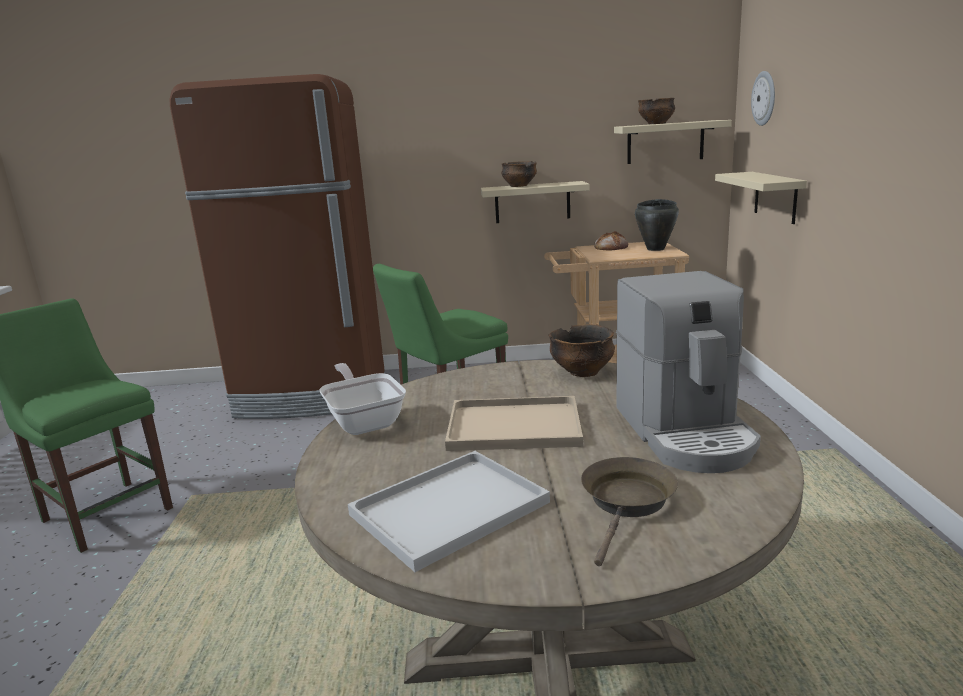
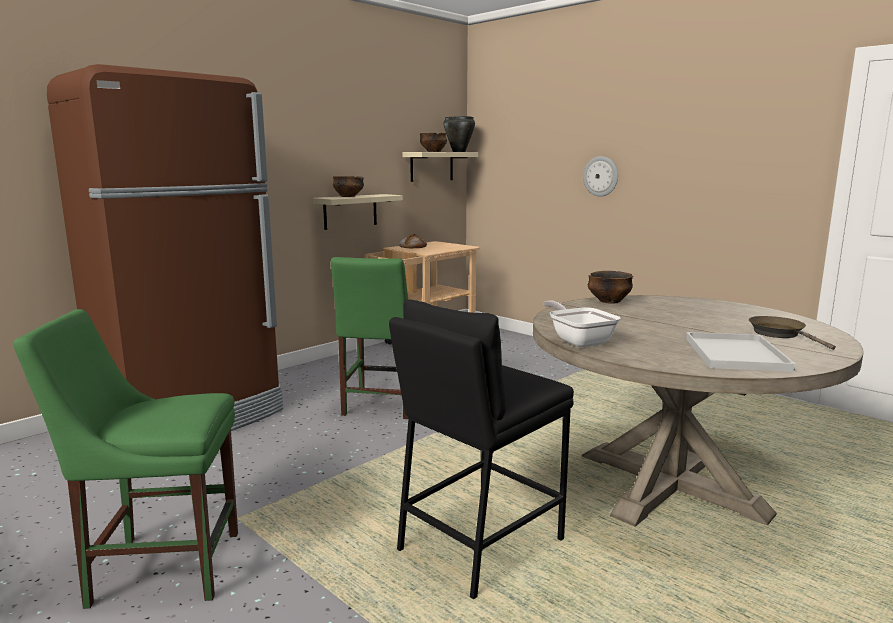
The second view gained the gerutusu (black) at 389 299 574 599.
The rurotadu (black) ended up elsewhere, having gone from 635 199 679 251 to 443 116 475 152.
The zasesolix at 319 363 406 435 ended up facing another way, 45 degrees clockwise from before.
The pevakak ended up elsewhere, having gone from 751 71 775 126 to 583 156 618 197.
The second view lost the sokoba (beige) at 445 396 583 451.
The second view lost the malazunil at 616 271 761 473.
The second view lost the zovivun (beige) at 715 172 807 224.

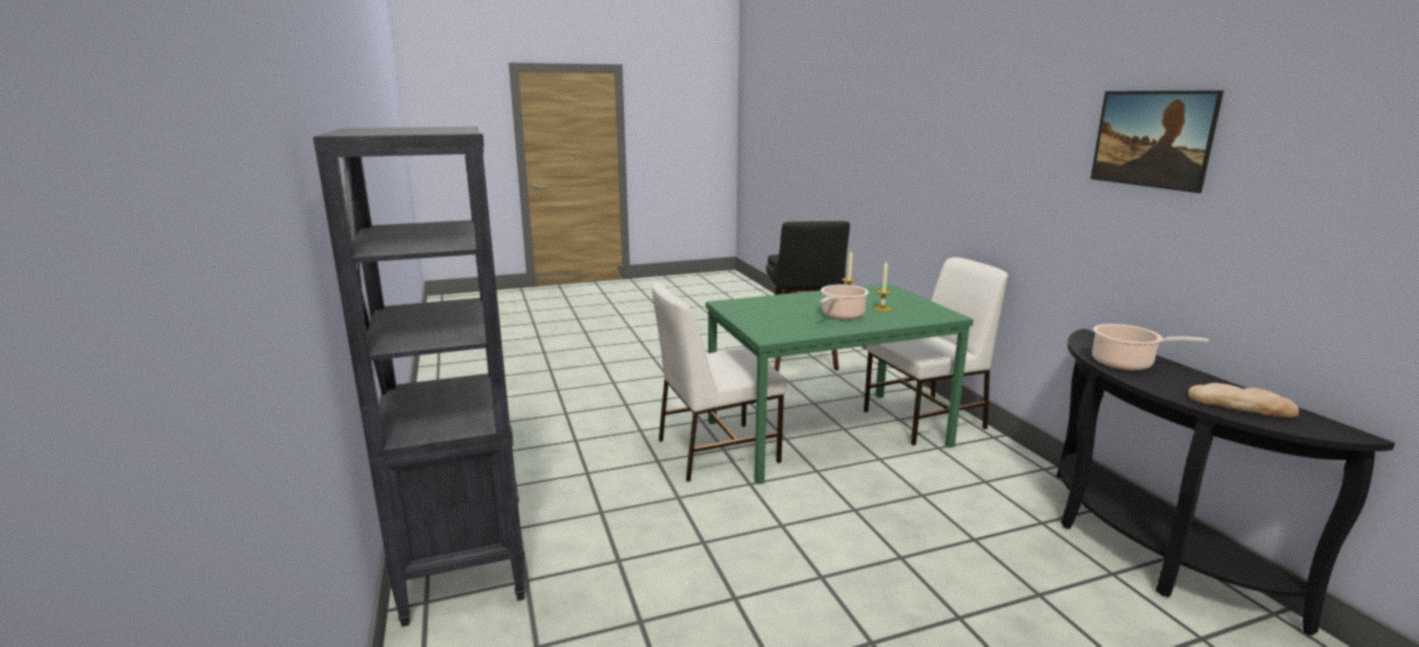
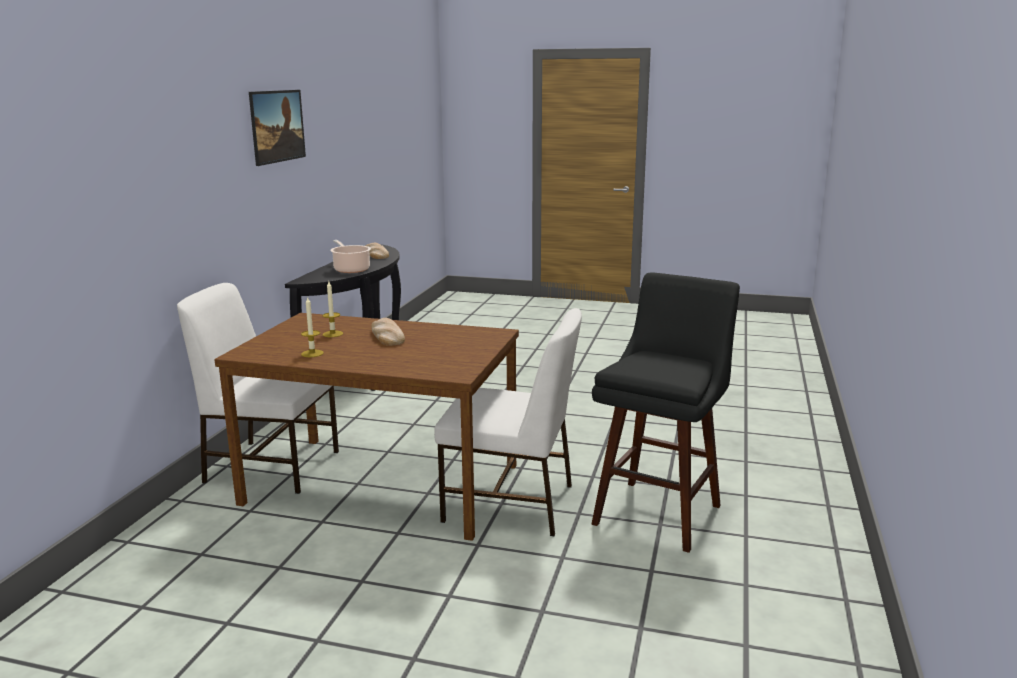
What was the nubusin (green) at 706 284 974 485 turned into the nubusin (brown) at 214 313 519 541.
Where the rurotadu stood at 820 285 869 320, the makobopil came to stand at 372 318 405 346.
The gerutusu (black) ended up elsewhere, having gone from 766 221 850 372 to 591 273 740 553.
The second view lost the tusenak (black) at 313 126 526 627.

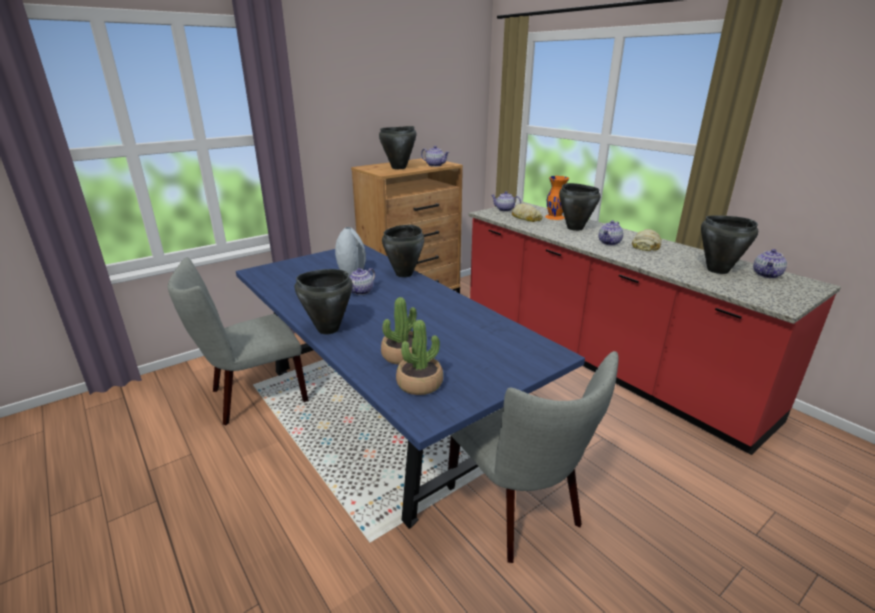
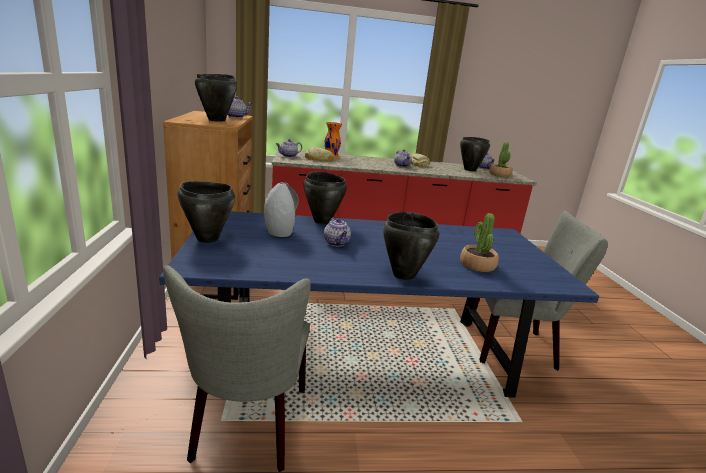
The rurotadu (black) ended up elsewhere, having gone from 559 183 601 231 to 178 181 235 243.
The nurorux ended up elsewhere, having gone from 396 320 443 395 to 489 142 513 177.

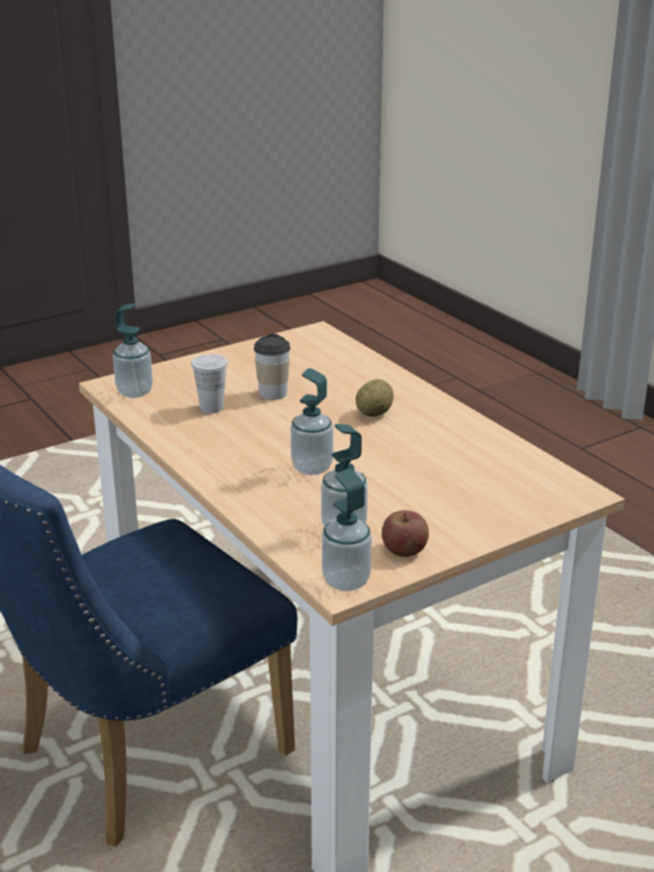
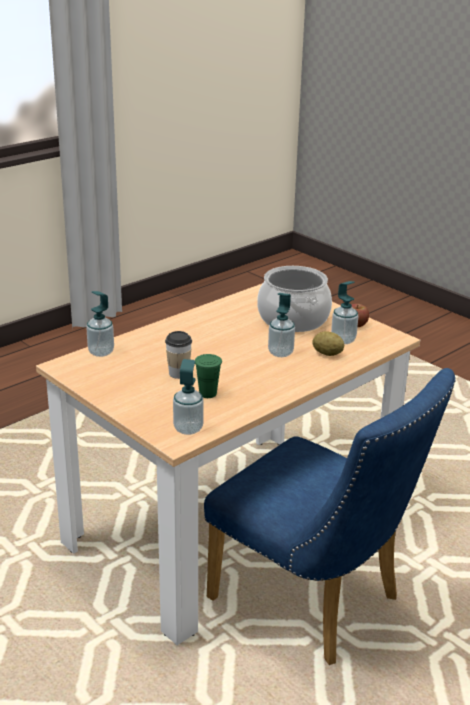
The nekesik ended up elsewhere, having gone from 322 469 372 591 to 86 291 114 357.
What was the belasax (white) at 191 354 228 413 turned into the belasax (green) at 195 354 222 398.
The second view gained the rurotadu at 257 266 332 332.
The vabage ended up elsewhere, having gone from 356 379 394 417 to 312 331 344 356.

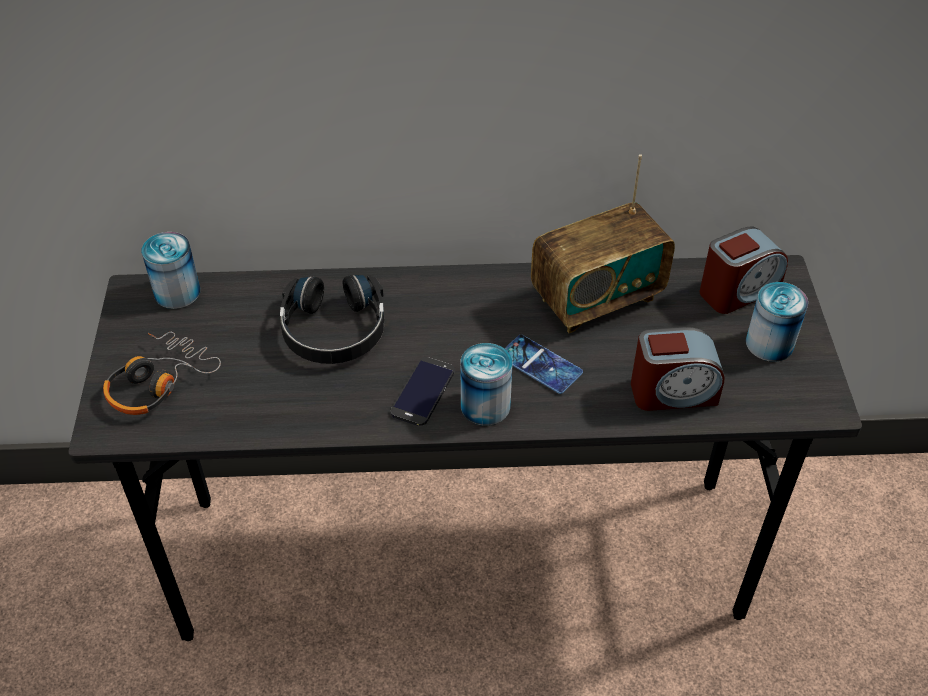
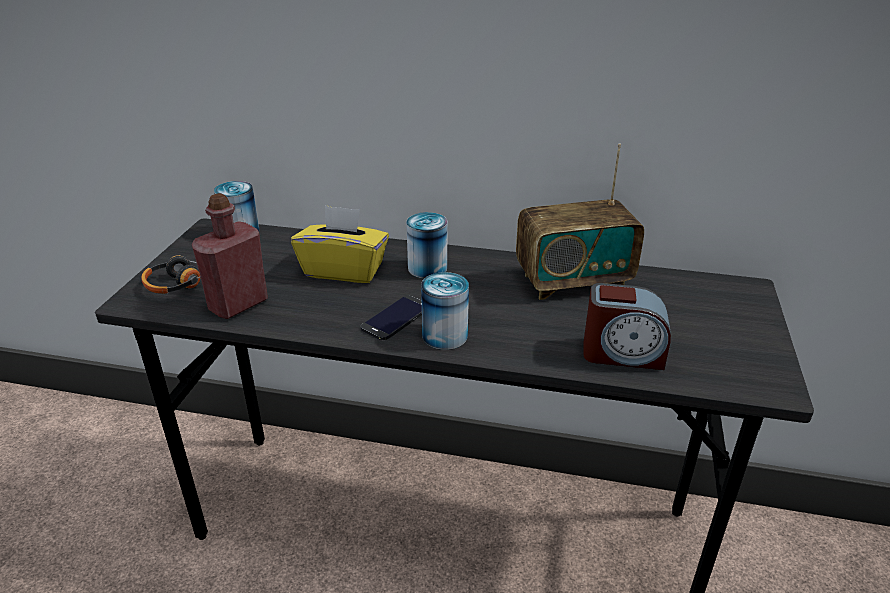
The second view gained the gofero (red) at 192 193 268 319.
Where the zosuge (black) stood at 280 275 384 364, the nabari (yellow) came to stand at 291 205 389 283.
The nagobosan ended up elsewhere, having gone from 746 282 808 362 to 406 212 447 279.
The second view lost the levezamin at 504 335 583 394.
The second view lost the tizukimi at 700 227 788 314.

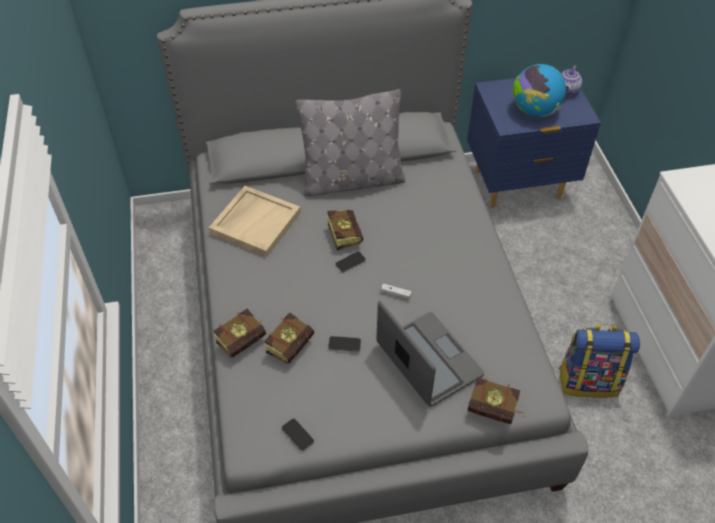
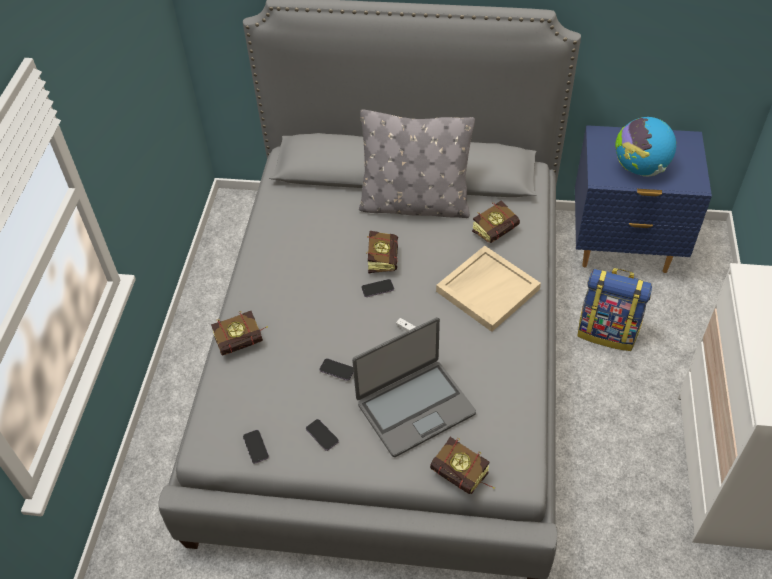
The second view gained the levezamin at 306 419 339 451.
The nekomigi at 376 301 484 407 ended up facing another way, 75 degrees clockwise from before.
The sokoba (beige) ended up elsewhere, having gone from 209 186 301 257 to 436 246 541 332.
The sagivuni ended up elsewhere, having gone from 265 313 314 363 to 472 200 520 243.
The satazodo ended up elsewhere, having gone from 559 324 640 398 to 577 268 652 351.
The second view lost the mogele at 561 65 582 96.

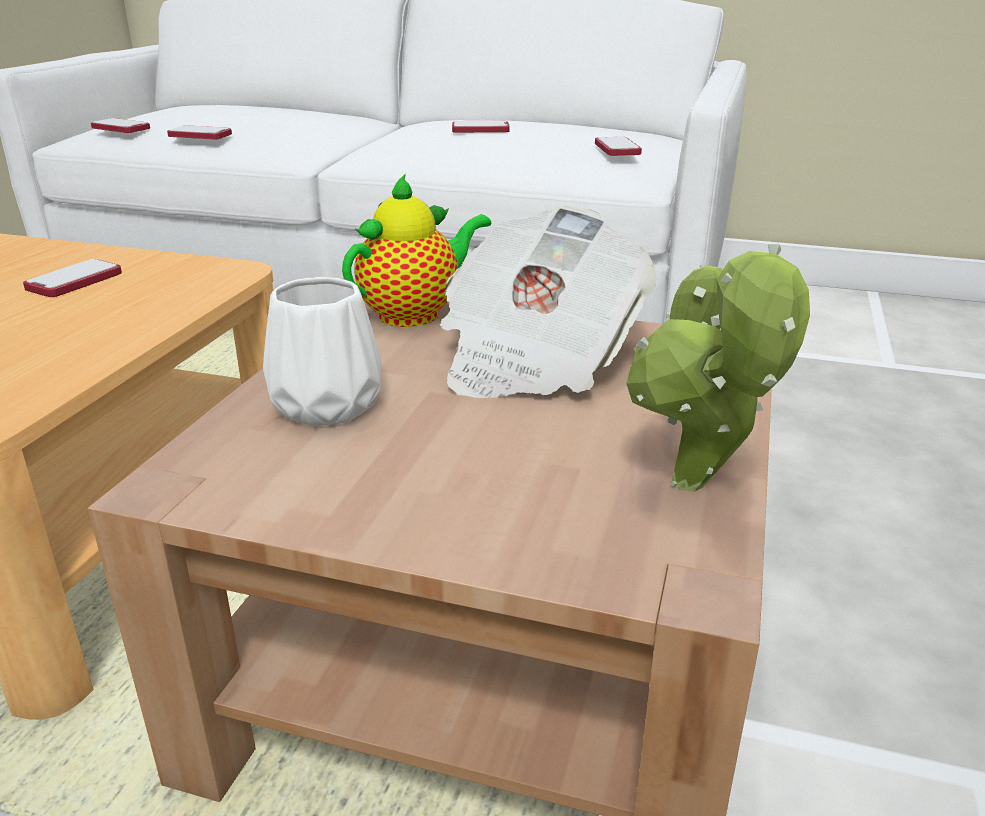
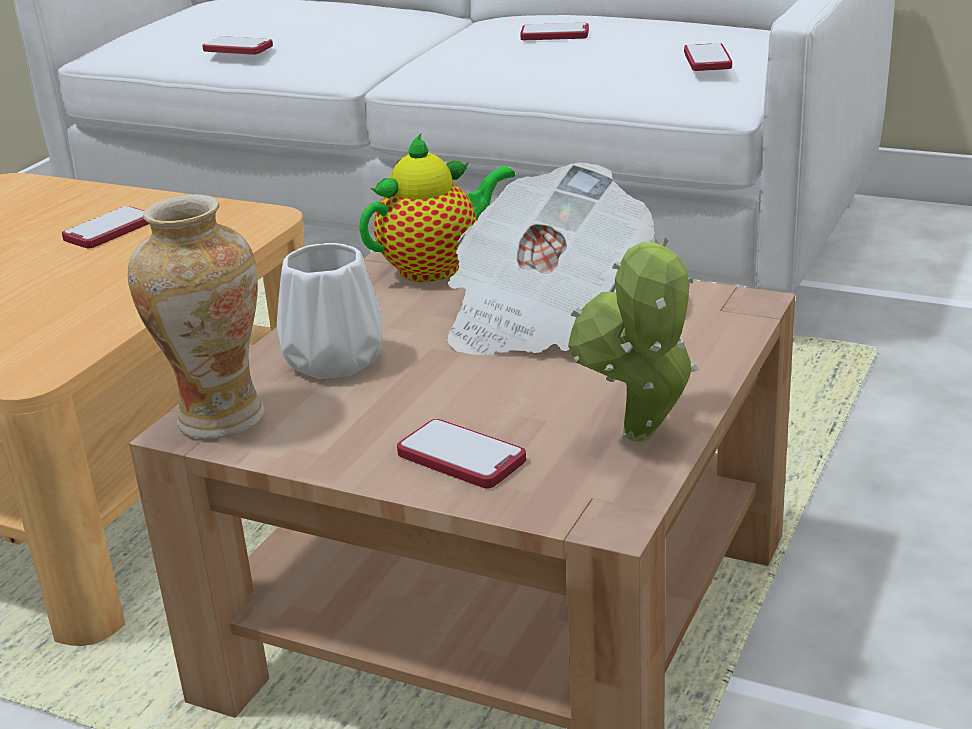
The second view gained the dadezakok at 128 194 264 439.
The levezamin ended up elsewhere, having gone from 91 118 150 133 to 397 419 526 488.

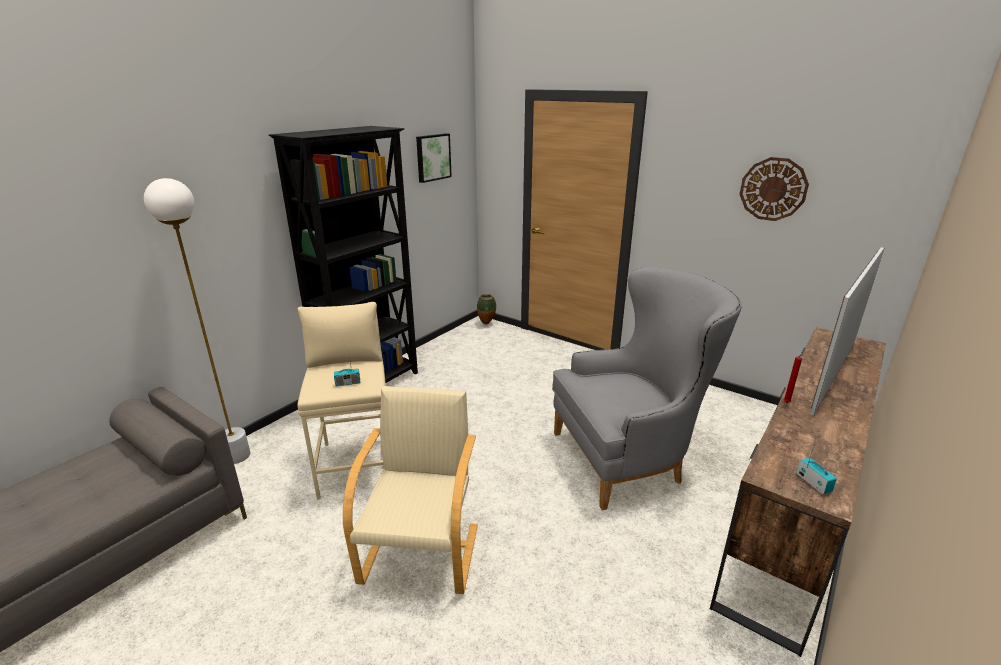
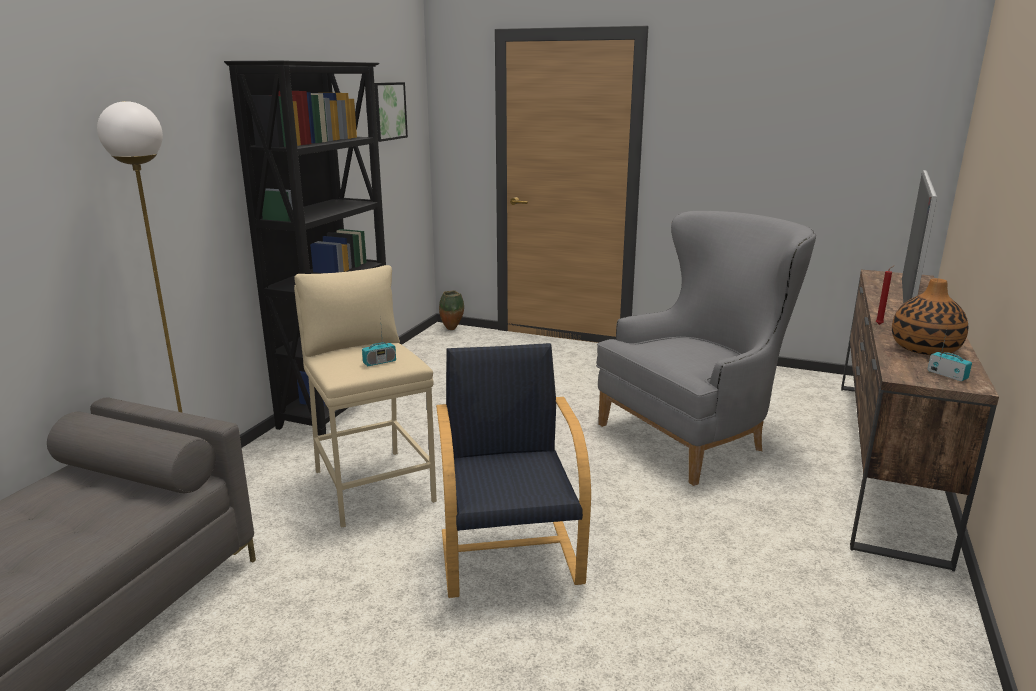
What was the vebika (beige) at 343 386 478 594 turned into the vebika (black) at 436 343 591 598.
The second view gained the dadezakok at 892 278 968 355.
The second view lost the pevakak at 740 157 809 221.

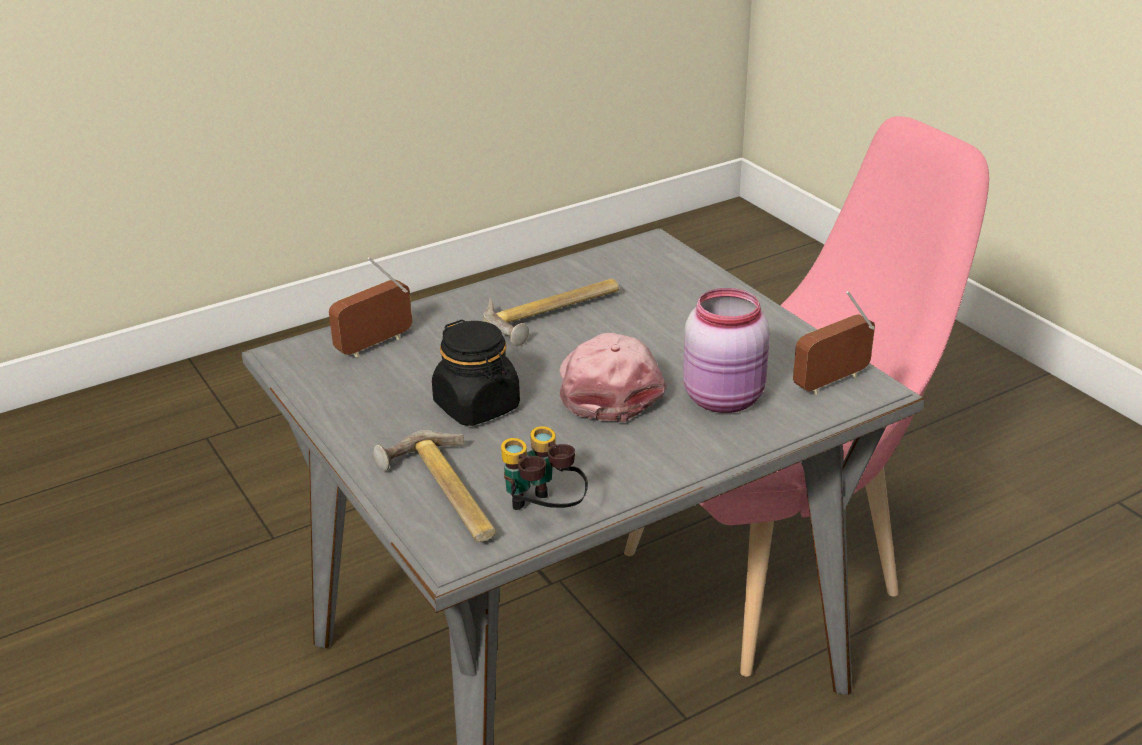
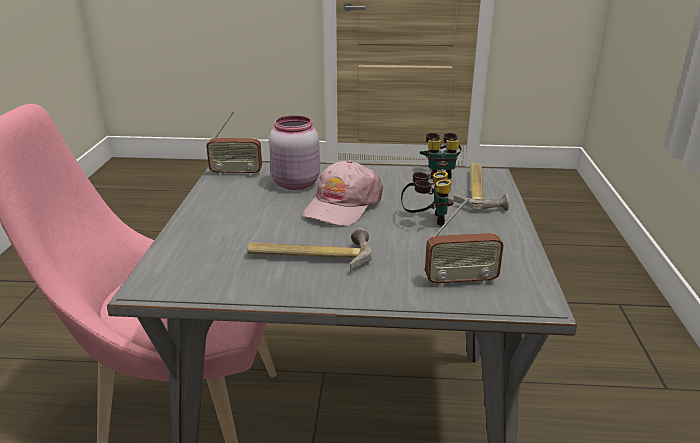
Where the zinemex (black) stood at 432 320 520 426, the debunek came to stand at 401 171 454 226.

